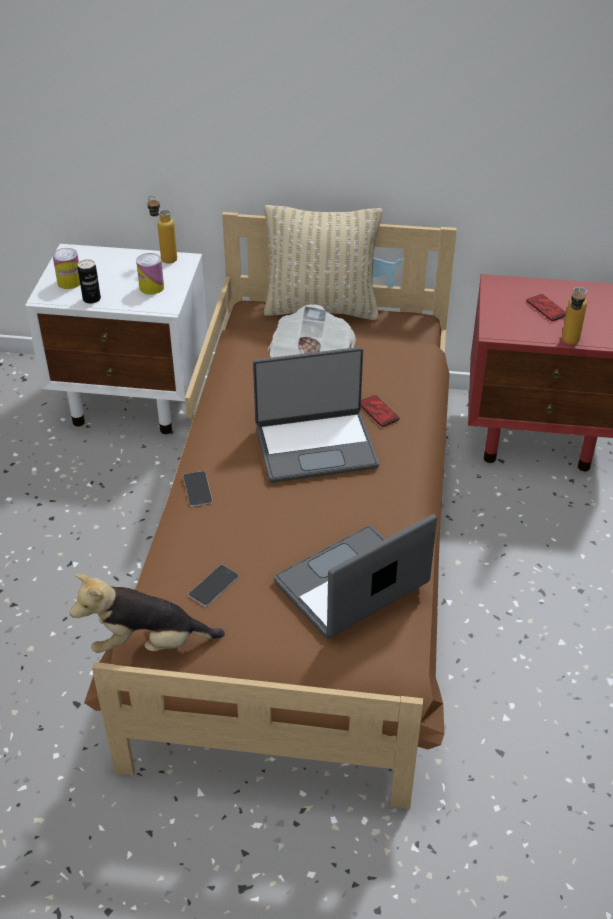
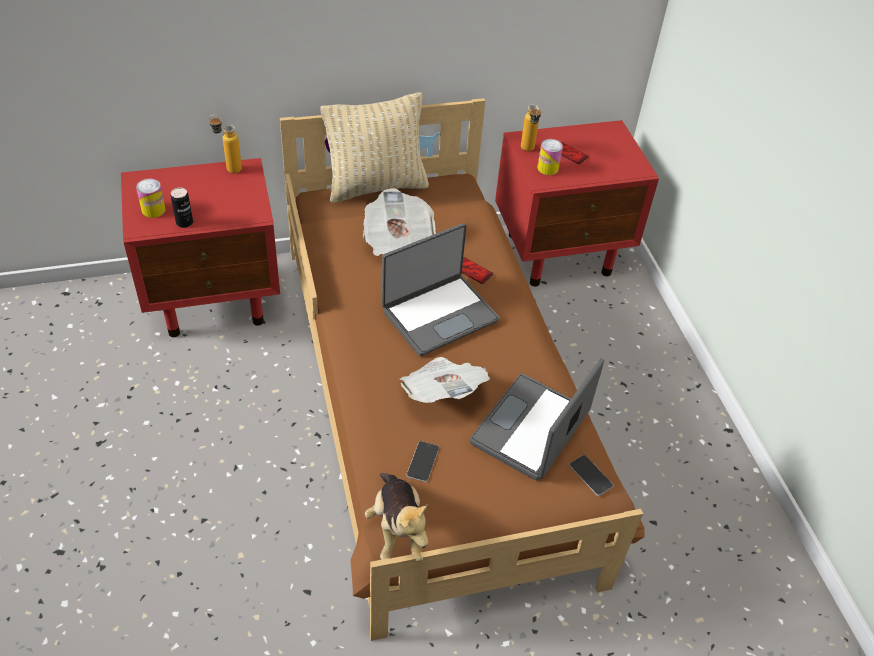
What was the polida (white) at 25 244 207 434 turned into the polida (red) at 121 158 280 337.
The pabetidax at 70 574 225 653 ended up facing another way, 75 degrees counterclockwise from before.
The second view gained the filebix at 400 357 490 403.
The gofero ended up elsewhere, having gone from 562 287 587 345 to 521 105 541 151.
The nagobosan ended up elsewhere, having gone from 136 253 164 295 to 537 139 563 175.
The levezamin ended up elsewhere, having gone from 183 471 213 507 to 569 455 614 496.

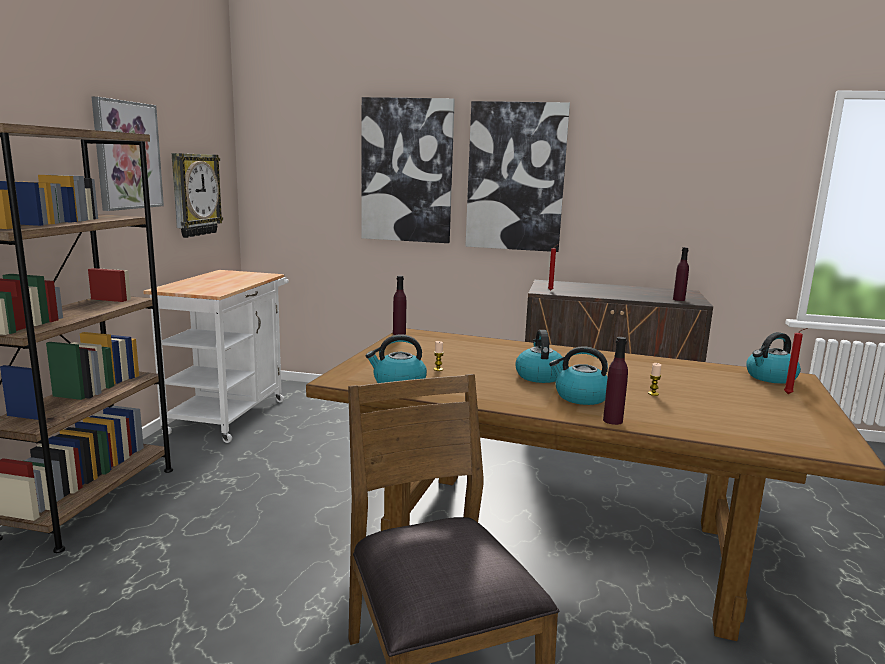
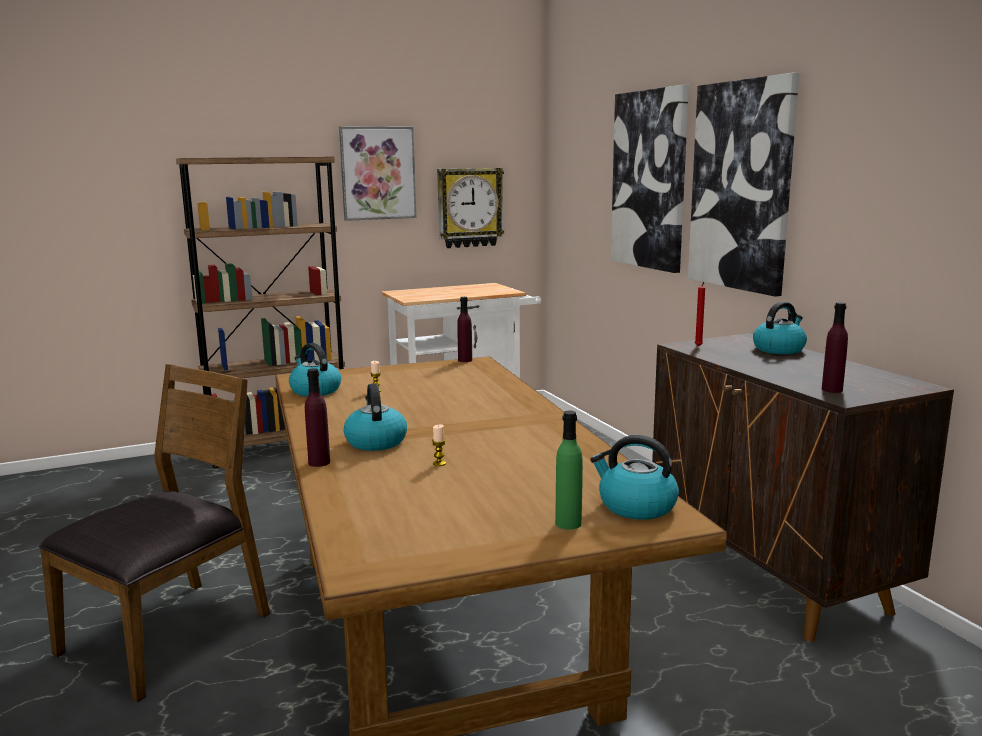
Where the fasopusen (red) stood at 784 328 808 394, the gofero (green) came to stand at 555 411 583 530.
The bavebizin ended up elsewhere, having gone from 516 330 563 383 to 753 302 807 354.

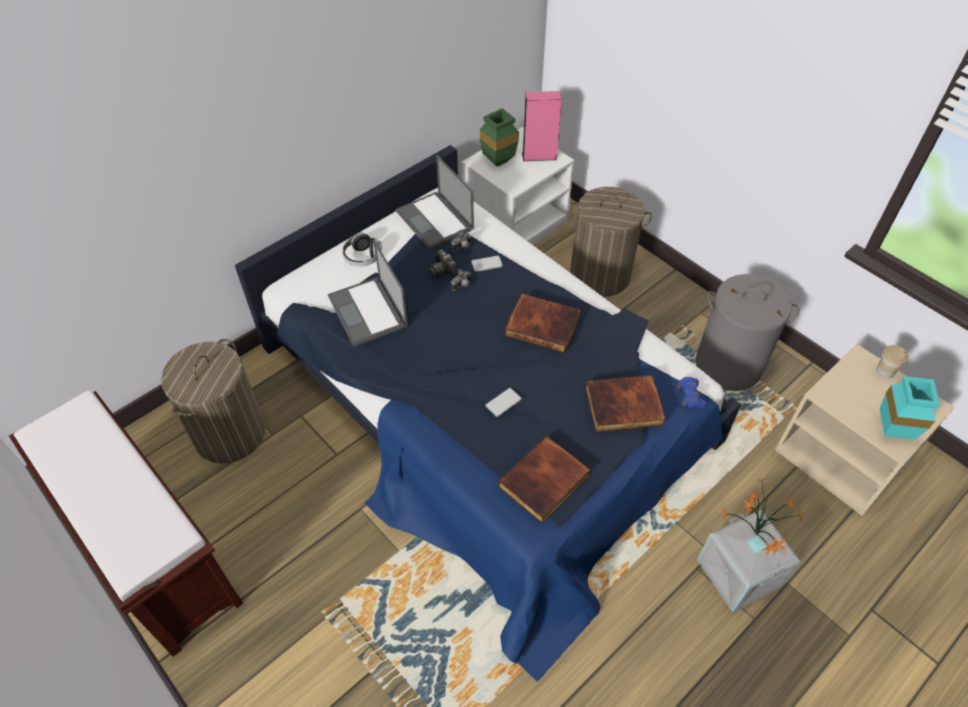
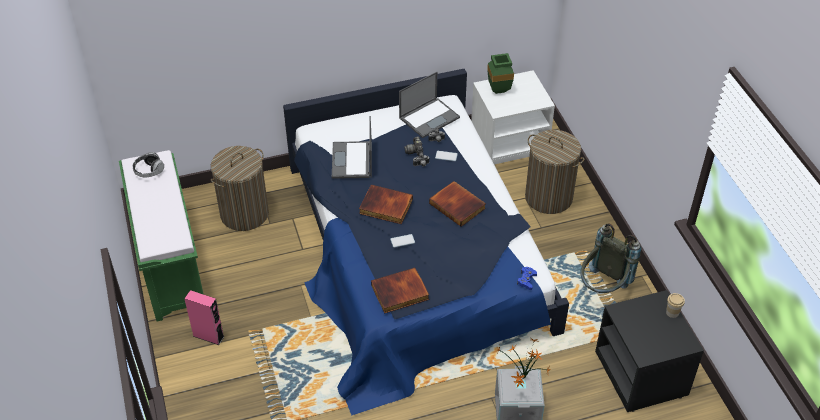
What was the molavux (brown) at 9 390 243 657 turned into the molavux (green) at 119 150 203 322.
The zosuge ended up elsewhere, having gone from 342 232 382 267 to 132 152 164 177.
The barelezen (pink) ended up elsewhere, having gone from 522 91 562 161 to 184 290 224 345.
The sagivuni ended up elsewhere, having gone from 585 375 666 432 to 359 185 413 224.
The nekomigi at 396 155 474 250 ended up facing another way, 120 degrees counterclockwise from before.
Where the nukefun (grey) stood at 696 274 800 391, the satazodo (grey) came to stand at 580 223 641 293.
What was the polida (beige) at 775 344 955 516 turned into the polida (black) at 595 290 704 412.
The second view lost the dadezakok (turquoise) at 880 376 940 439.

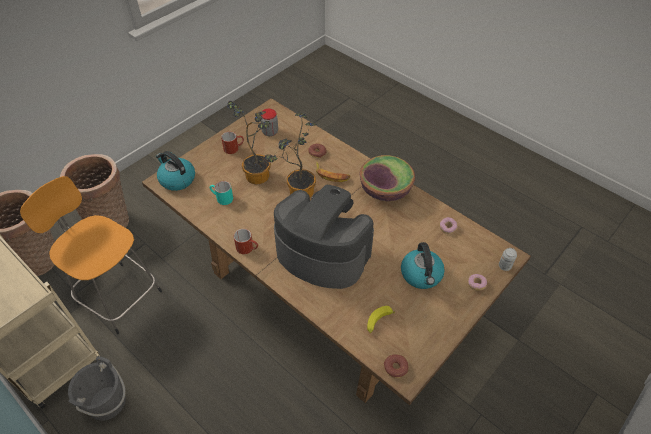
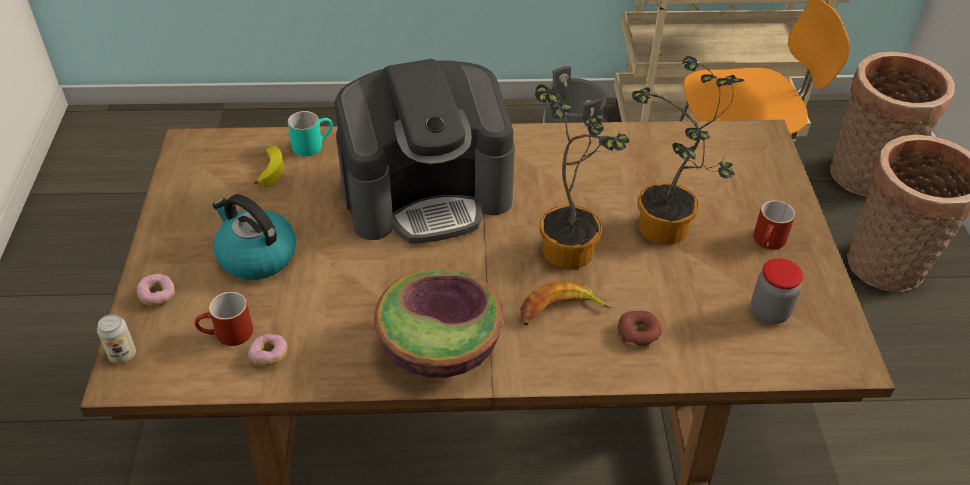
The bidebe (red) ended up elsewhere, having gone from 234 229 258 254 to 195 292 253 346.
The bidebe (turquoise) ended up elsewhere, having gone from 210 181 233 205 to 288 111 333 156.
The second view lost the bavebizin at 156 151 195 191.
The second view lost the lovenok at 384 354 408 378.

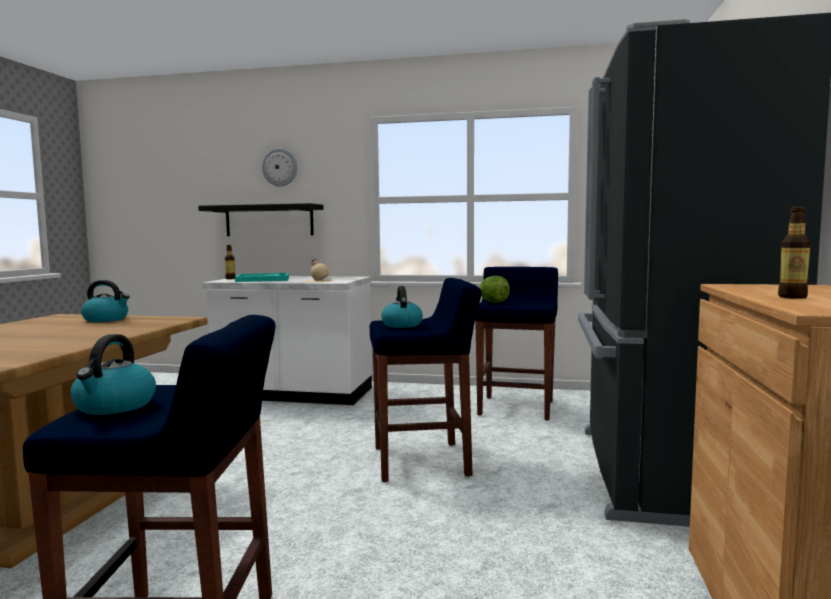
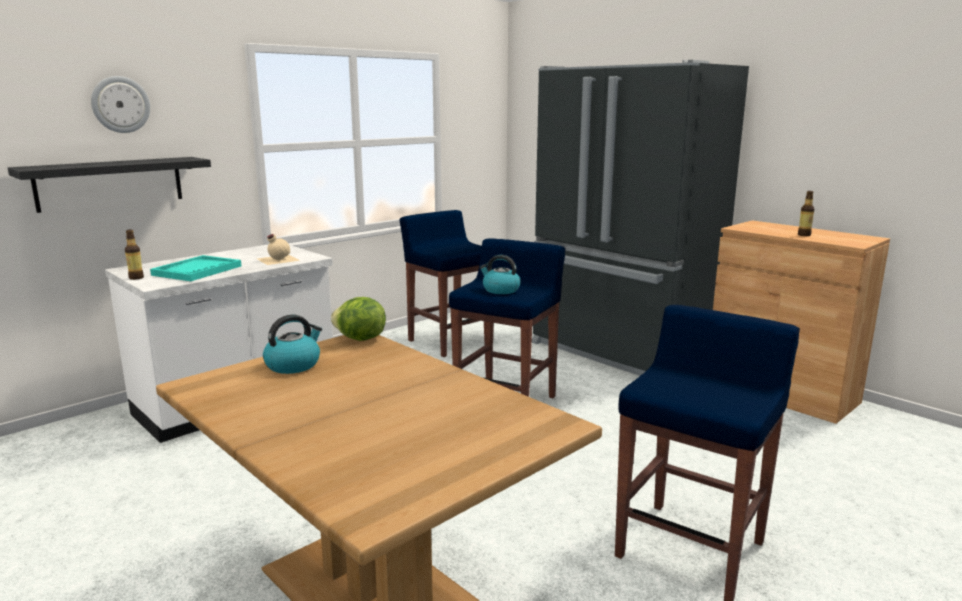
The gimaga ended up elsewhere, having gone from 480 275 510 303 to 331 297 386 341.
The second view lost the bavebizin at 71 334 156 415.

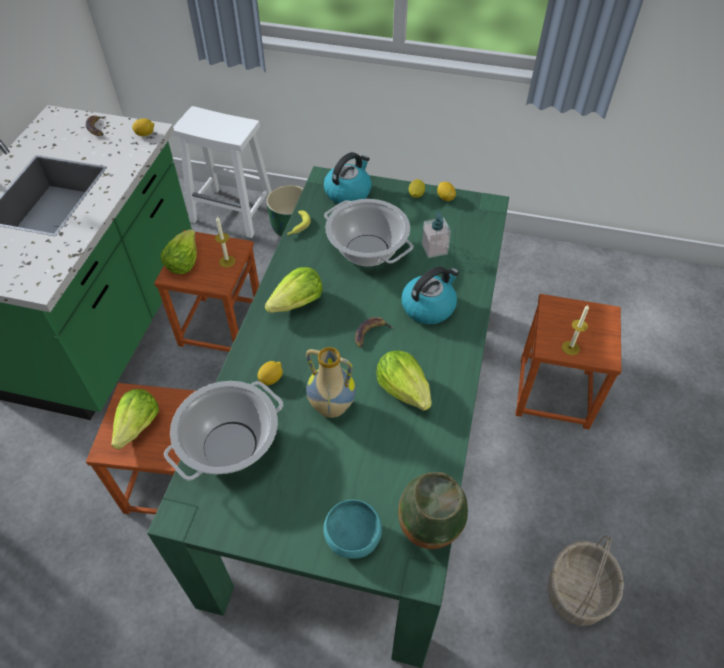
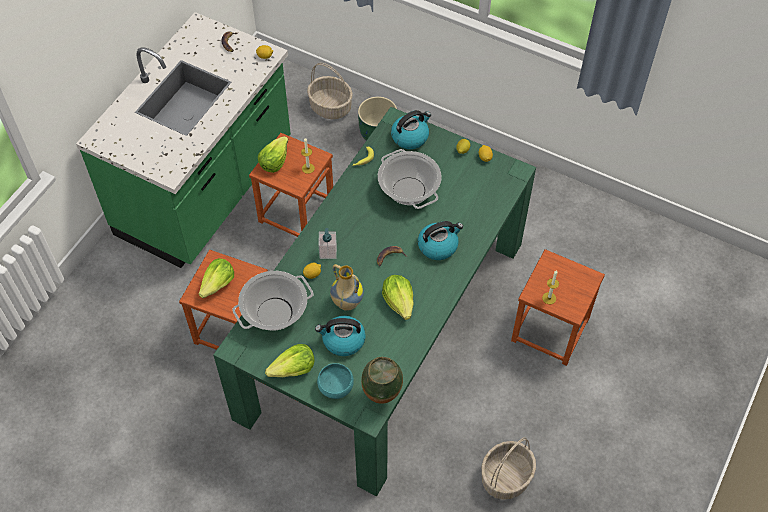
The gimaga ended up elsewhere, having gone from 265 267 323 313 to 265 344 314 377.
Where the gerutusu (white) stood at 172 106 271 238, the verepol came to stand at 307 63 353 119.
The second view gained the bavebizin at 315 316 366 356.
The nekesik ended up elsewhere, having gone from 422 211 451 258 to 318 228 337 259.

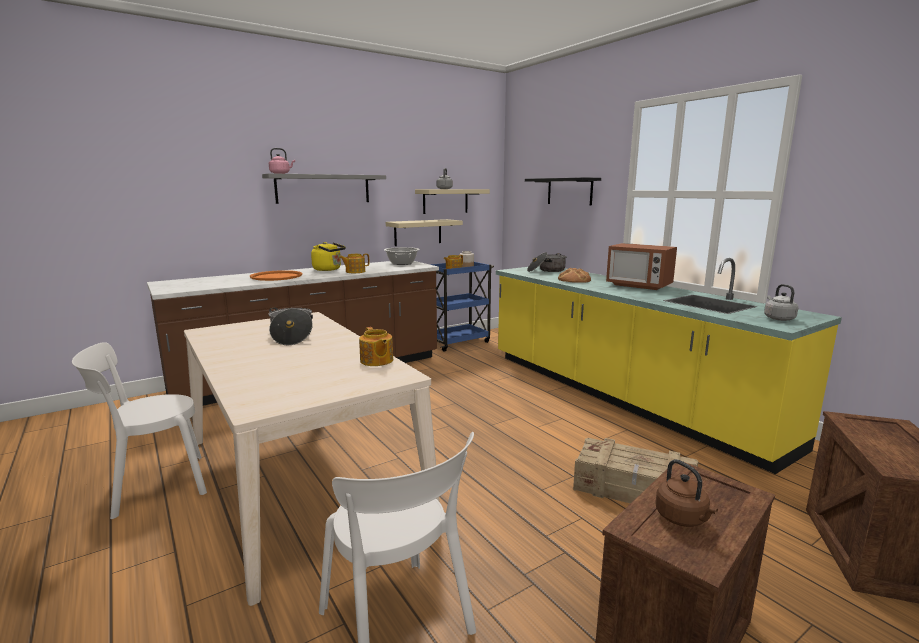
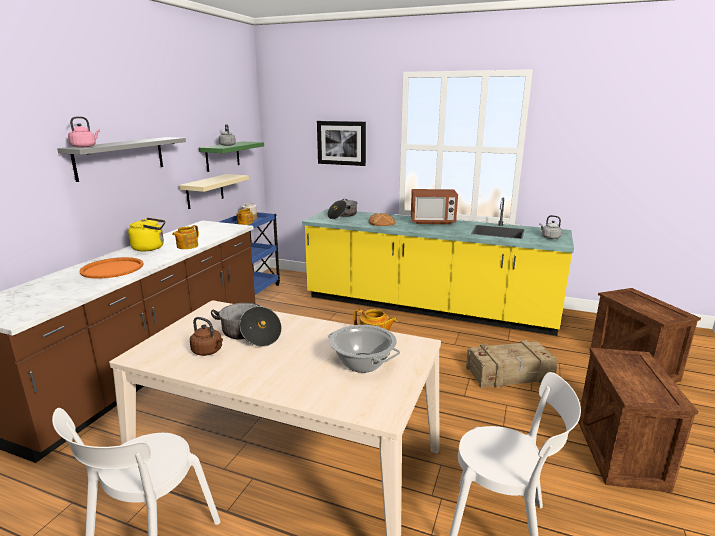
The bavebizin (brown) ended up elsewhere, having gone from 655 459 718 527 to 190 317 223 356.
What was the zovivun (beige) at 415 189 490 214 turned into the zovivun (green) at 199 141 264 172.
Where the zovivun (black) hung at 525 177 601 205, the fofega came to hang at 317 121 366 166.
The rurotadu ended up elsewhere, having gone from 384 247 420 265 to 328 325 400 373.

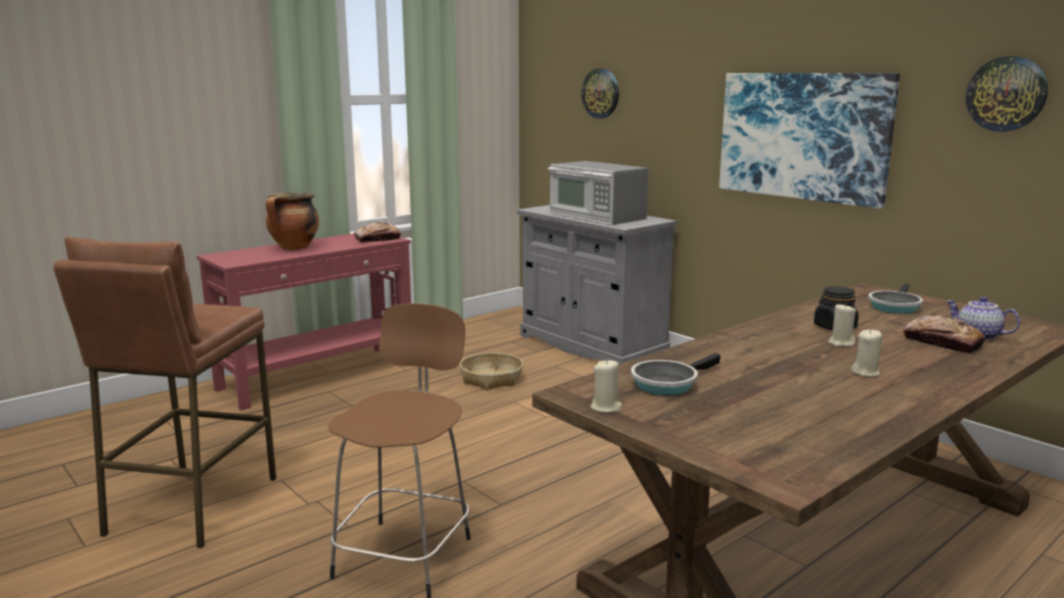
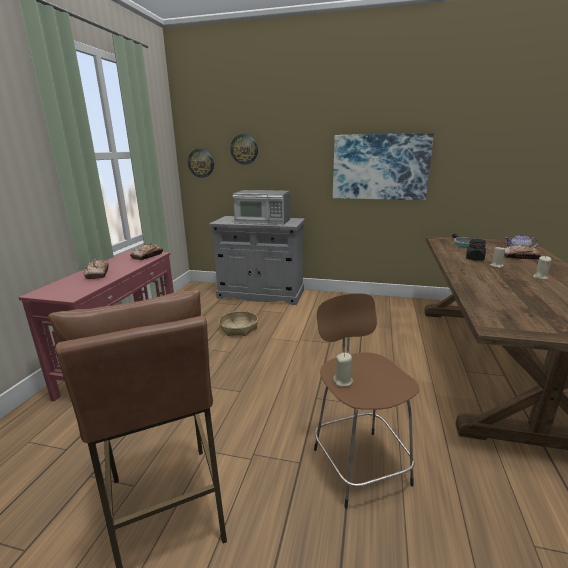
Where the rurotadu stood at 266 192 319 250, the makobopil came to stand at 84 259 109 279.
The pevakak ended up elsewhere, having gone from 966 56 1048 132 to 188 149 214 178.
The fasopusen (beige) ended up elsewhere, having gone from 590 359 622 413 to 333 353 353 387.
The second view lost the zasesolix at 631 353 721 396.

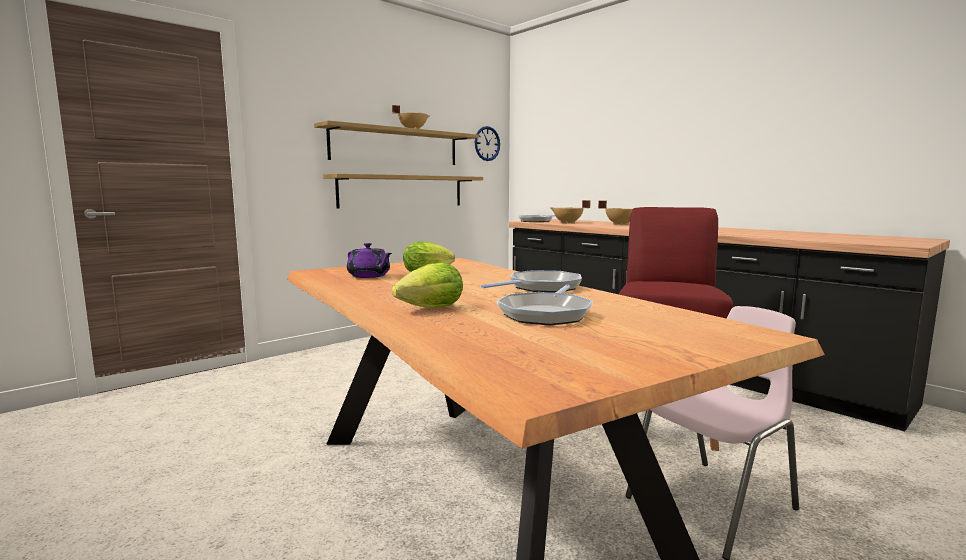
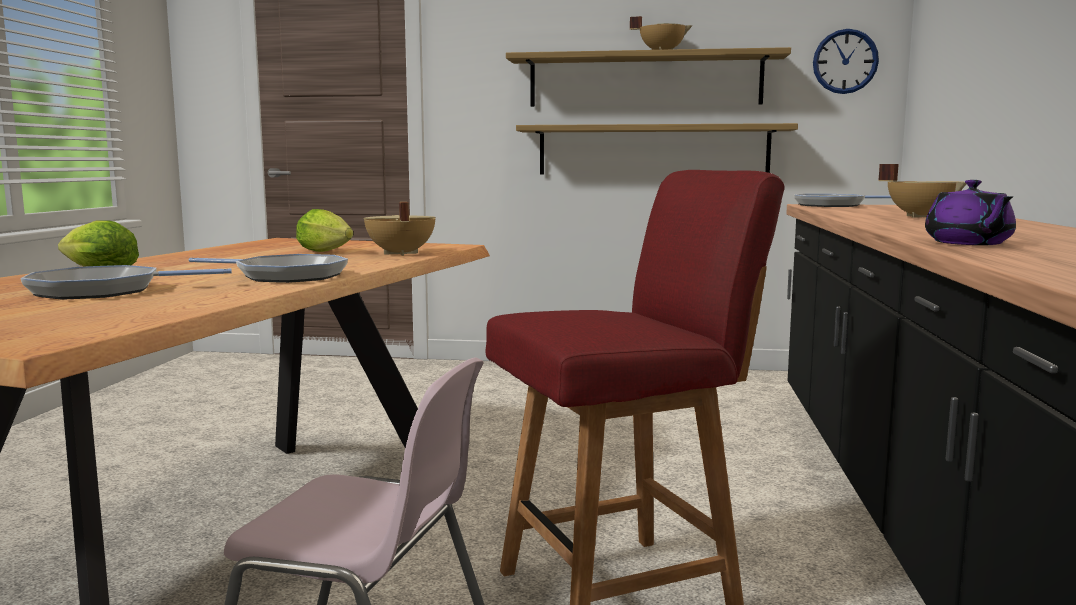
The rurotadu (beige) ended up elsewhere, having gone from 550 200 591 224 to 363 202 436 256.
The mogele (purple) ended up elsewhere, having gone from 347 243 392 278 to 925 180 1016 245.

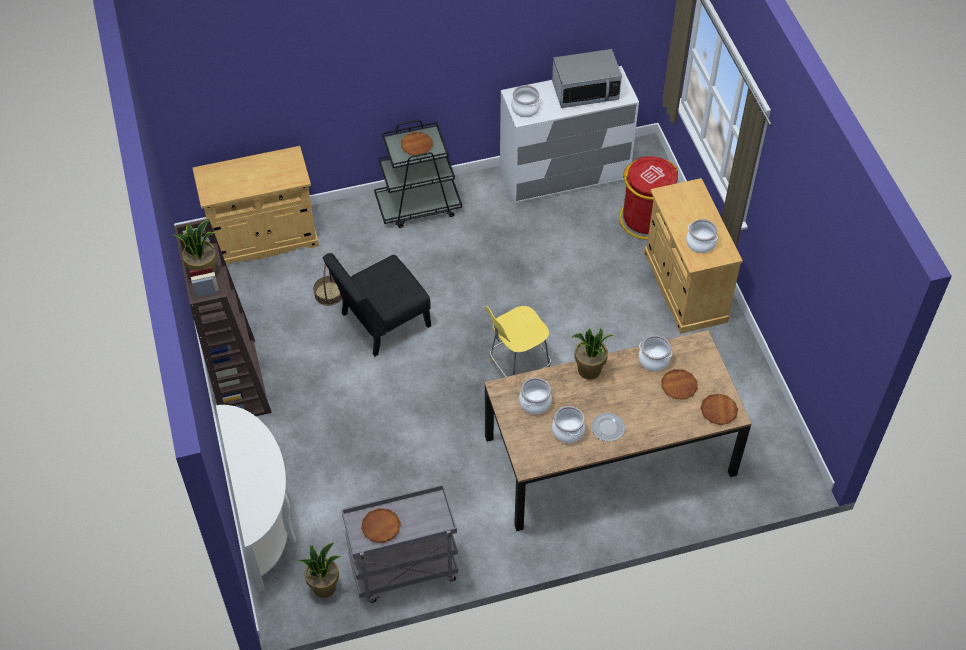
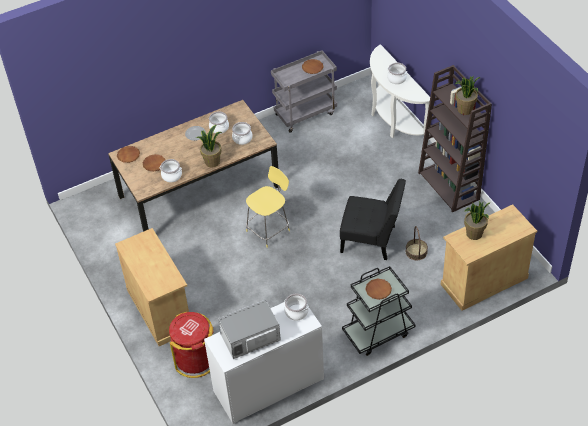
The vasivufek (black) at 323 253 431 356 ended up facing another way, 60 degrees clockwise from before.
The rurotadu ended up elsewhere, having gone from 686 219 718 253 to 387 63 407 84.
The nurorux ended up elsewhere, having gone from 298 542 341 598 to 464 201 491 240.

